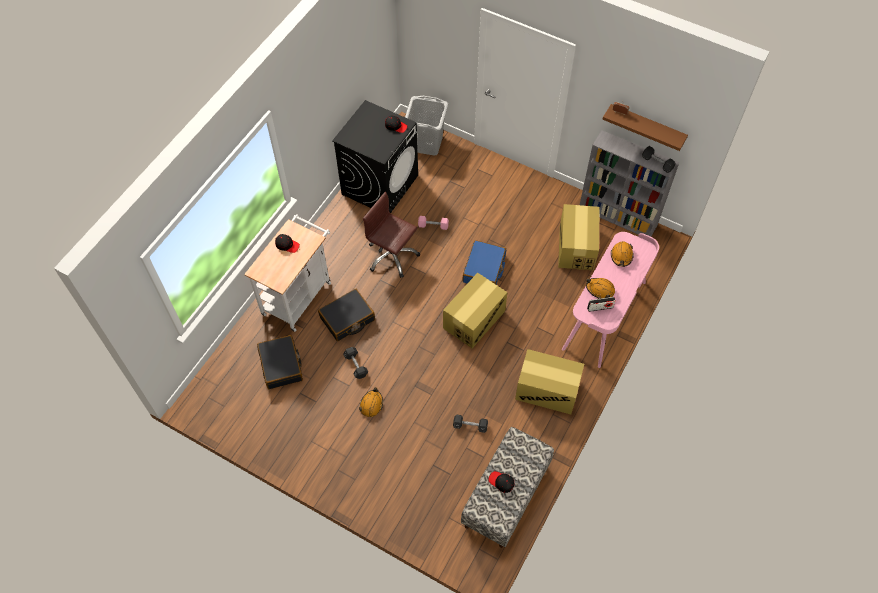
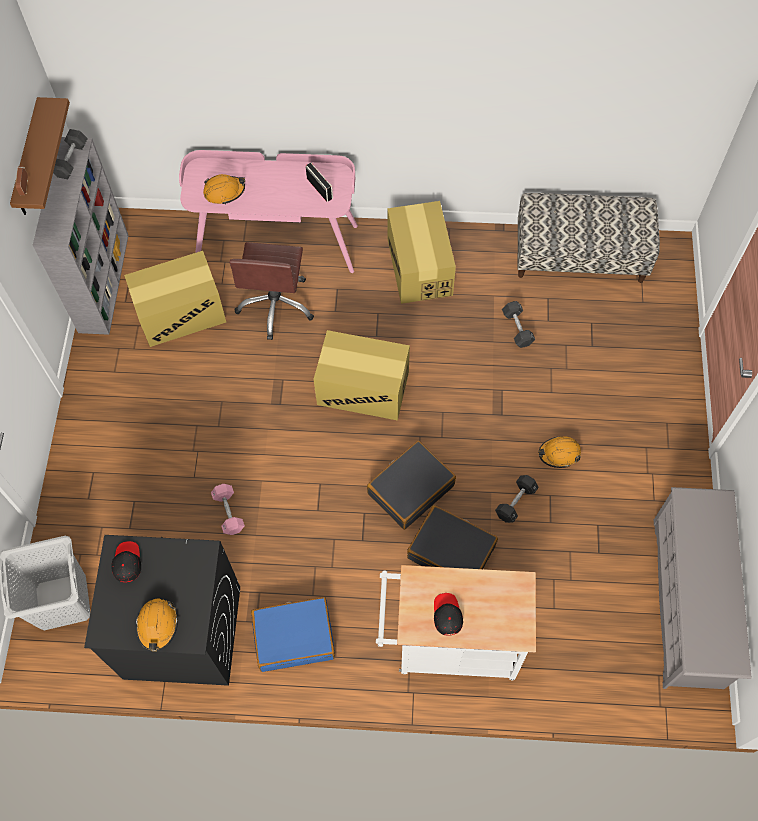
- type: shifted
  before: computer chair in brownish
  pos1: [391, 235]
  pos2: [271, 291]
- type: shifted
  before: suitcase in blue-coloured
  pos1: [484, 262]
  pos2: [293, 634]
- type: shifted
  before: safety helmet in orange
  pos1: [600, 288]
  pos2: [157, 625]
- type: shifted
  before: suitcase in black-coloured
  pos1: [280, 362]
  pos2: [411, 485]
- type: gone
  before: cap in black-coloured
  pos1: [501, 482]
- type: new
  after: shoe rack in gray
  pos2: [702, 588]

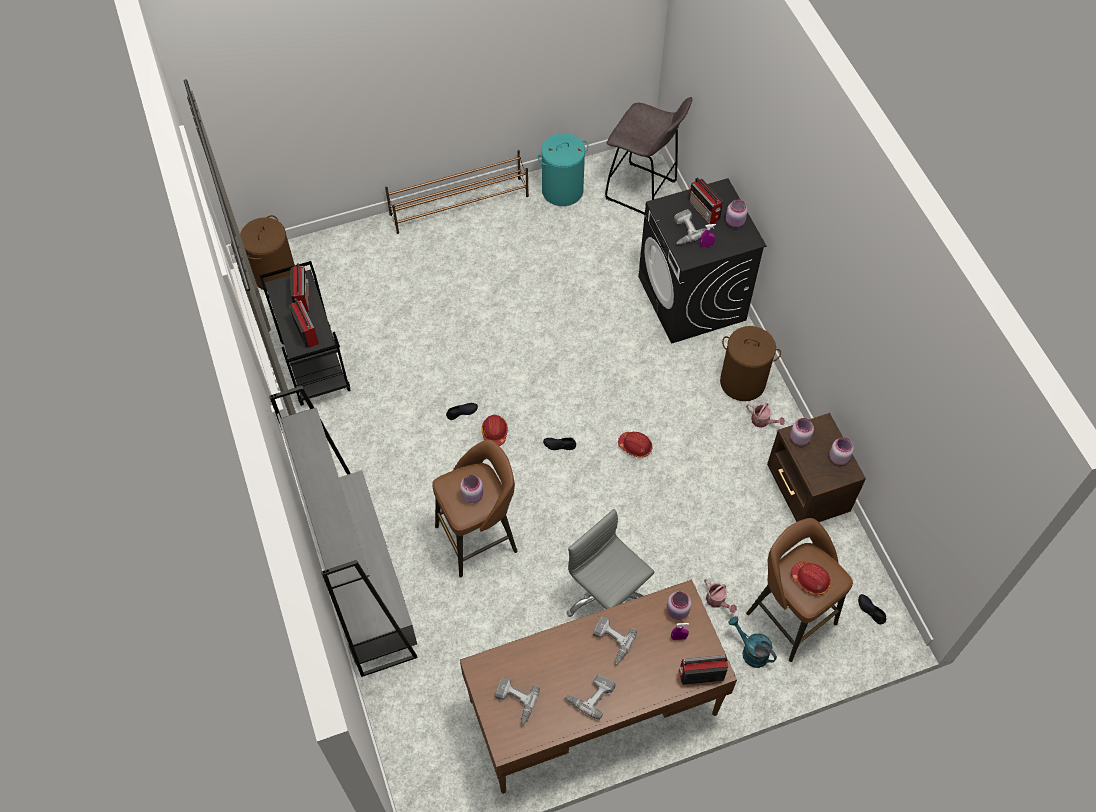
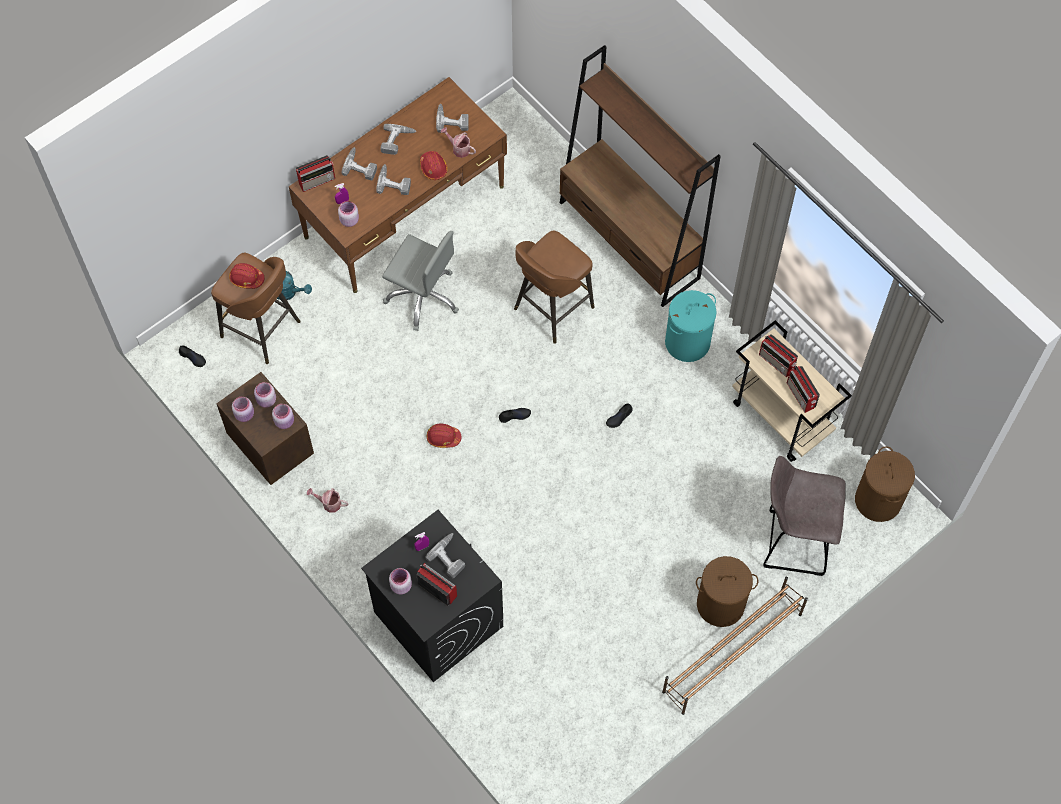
- type: shifted
  before: stool seat in gray
  pos1: [648, 156]
  pos2: [804, 516]
- type: shifted
  before: washing basket in turquoise-coloured
  pos1: [563, 169]
  pos2: [691, 326]
- type: repainted
  before: wheeled cart in black-coloured
  after: wheeled cart in beige-coloured
  pos1: [305, 333]
  pos2: [792, 391]
- type: shifted
  before: washing basket in brownish
  pos1: [750, 363]
  pos2: [727, 591]
- type: repainted
  before: bookcase in gray
  after: bookcase in brownish
  pos1: [343, 531]
  pos2: [640, 176]
- type: shifted
  before: safety helmet in reddish
  pos1: [495, 430]
  pos2: [434, 165]
- type: shifted
  before: storage jar in pink
  pos1: [471, 489]
  pos2: [265, 395]
- type: shifted
  before: watering can
  pos1: [720, 596]
  pos2: [458, 142]
- type: new
  after: electric drill
  pos2: [359, 163]

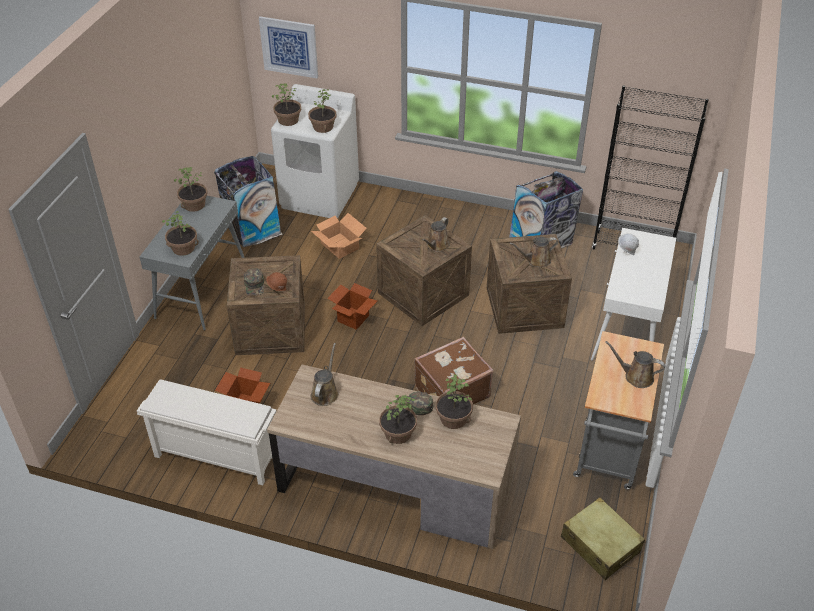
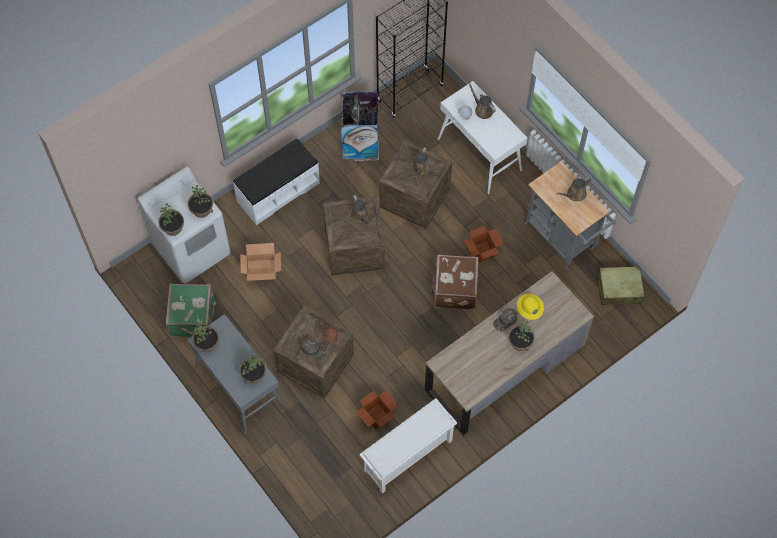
- type: gone
  before: wall picture
  pos1: [288, 47]
- type: swapped
  before: waste bin
  after: suitcase in green
  pos1: [248, 201]
  pos2: [191, 310]
- type: shifted
  before: carton
  pos1: [352, 306]
  pos2: [484, 244]
- type: shifted
  before: watering can in brownish
  pos1: [324, 374]
  pos2: [482, 100]
- type: swapped
  before: plant in a pot
  after: safety helmet in yellowish
  pos1: [454, 401]
  pos2: [530, 307]
- type: new
  after: bench in white-coloured
  pos2: [276, 181]

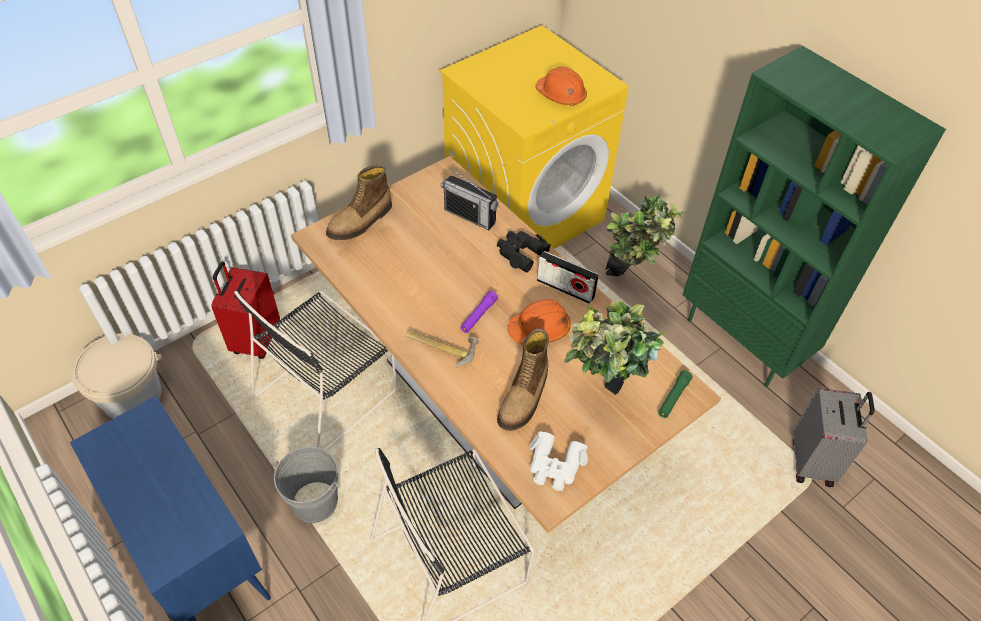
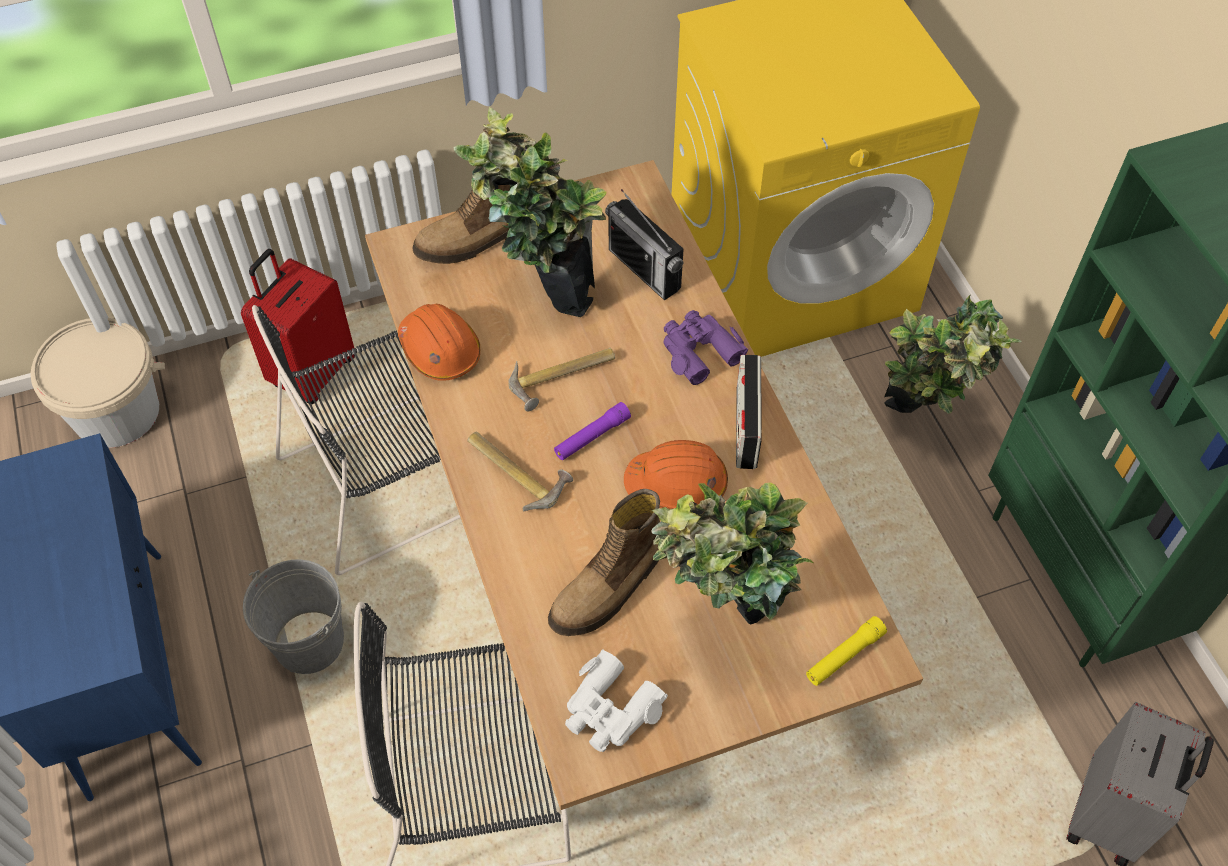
- type: shifted
  before: safety helmet in orange
  pos1: [561, 86]
  pos2: [439, 342]
- type: repainted
  before: field glasses in black-coloured
  after: field glasses in purple
  pos1: [524, 251]
  pos2: [705, 347]
- type: rotated
  before: radio receiver
  pos1: [568, 277]
  pos2: [749, 412]
  turn: 45
- type: repainted
  before: hand torch in green
  after: hand torch in yellowish
  pos1: [675, 394]
  pos2: [846, 651]
- type: new
  after: plant in a pot
  pos2: [529, 212]
- type: new
  after: tool hammer
  pos2: [562, 379]

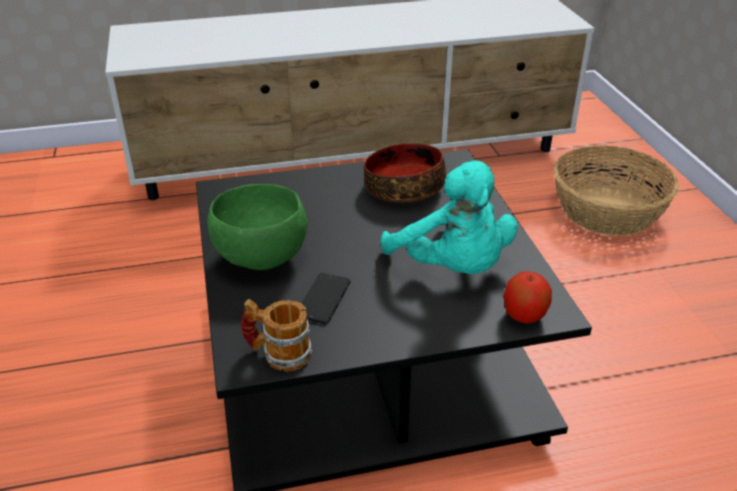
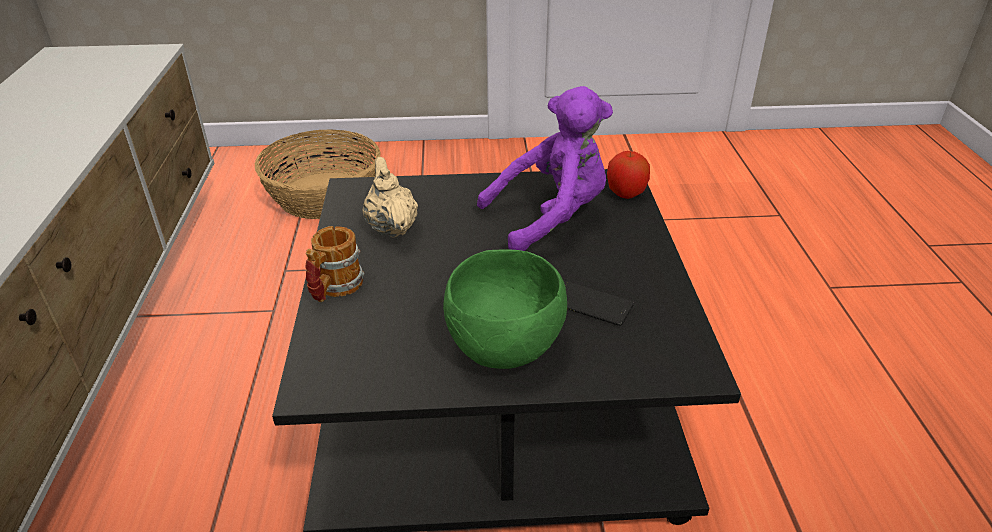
- type: swapped
  before: serving bowl
  after: tea pot in beige-coloured
  pos1: [405, 172]
  pos2: [390, 197]
- type: repainted
  before: cuddly toy in turquoise-coloured
  after: cuddly toy in purple
  pos1: [449, 217]
  pos2: [545, 168]
- type: shifted
  before: coffee mug
  pos1: [276, 335]
  pos2: [334, 264]

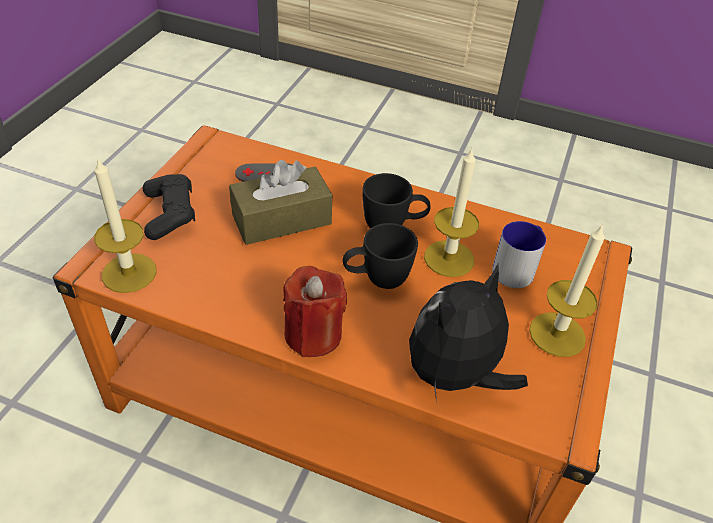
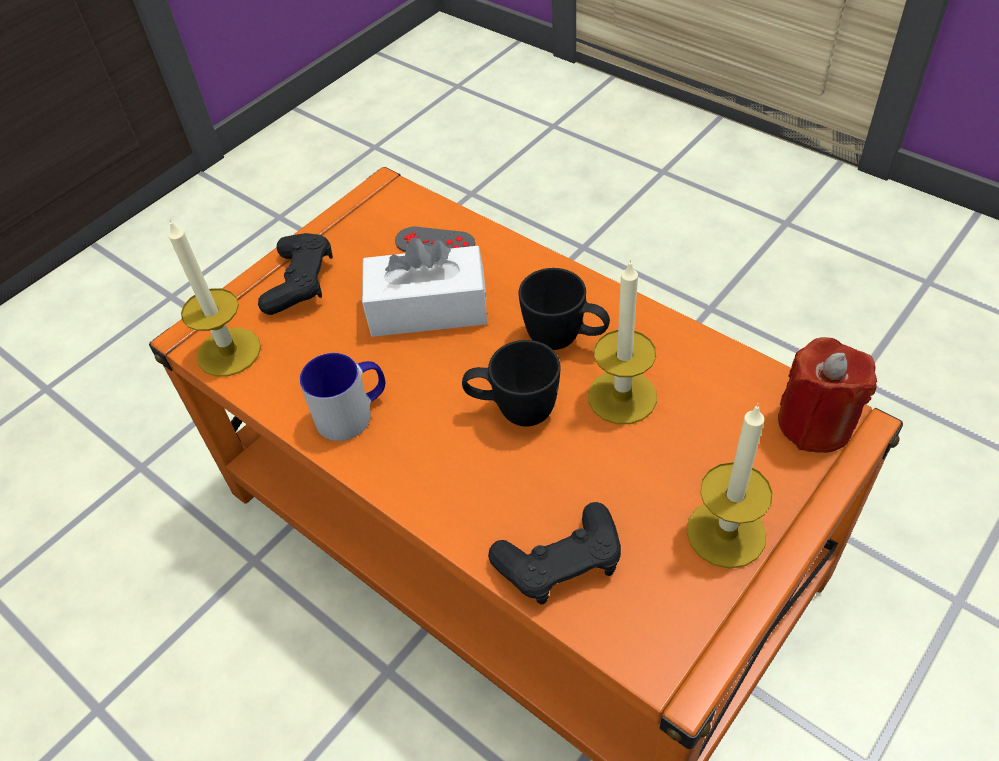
- type: repainted
  before: box of tissues in brownish
  after: box of tissues in white-coloured
  pos1: [280, 202]
  pos2: [424, 287]
- type: shifted
  before: coffee mug
  pos1: [519, 254]
  pos2: [342, 397]
- type: swapped
  before: cuddly toy
  after: game controller in black-coloured
  pos1: [468, 334]
  pos2: [554, 553]
- type: shifted
  before: candle in reddish
  pos1: [315, 311]
  pos2: [827, 395]

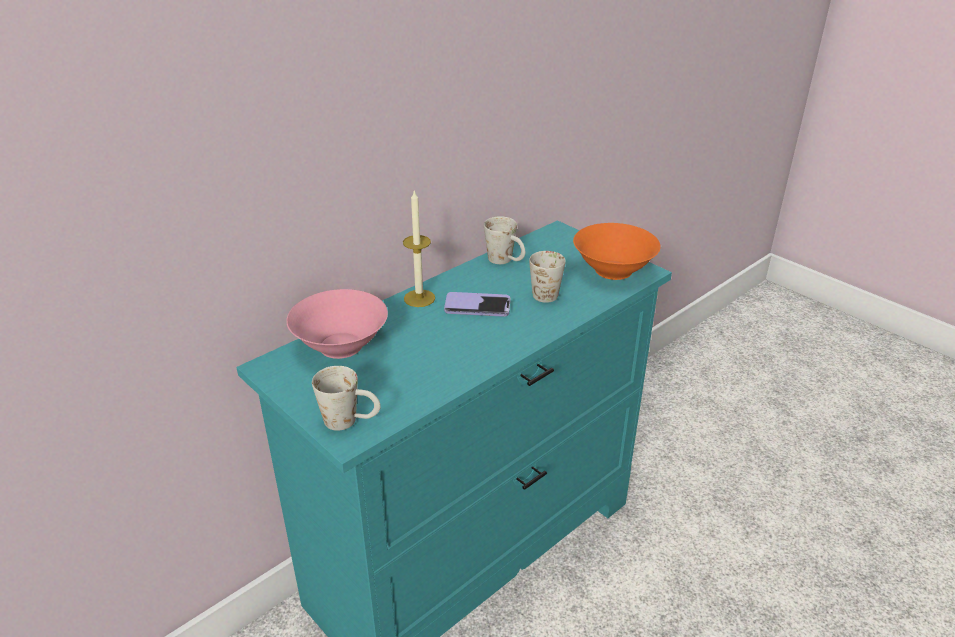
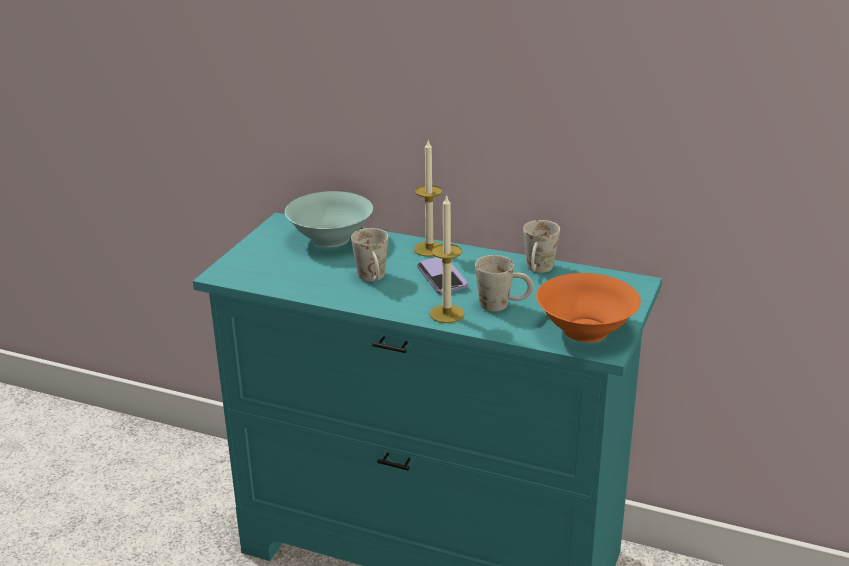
- type: repainted
  before: serving bowl in pink
  after: serving bowl in turquoise-coloured
  pos1: [337, 324]
  pos2: [329, 219]
- type: shifted
  before: coffee mug in white-coloured
  pos1: [346, 398]
  pos2: [369, 254]
- type: new
  after: candle
  pos2: [447, 258]

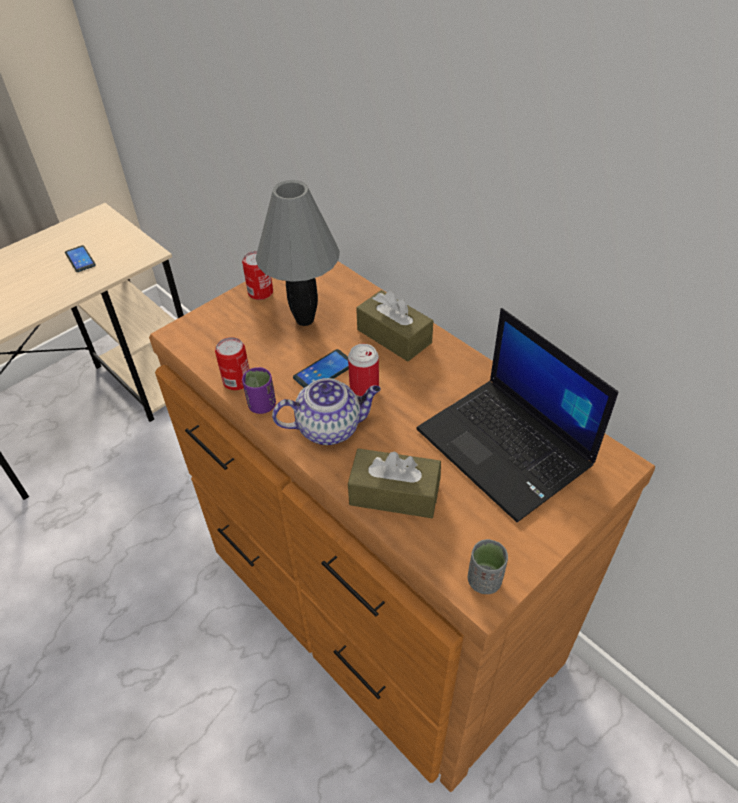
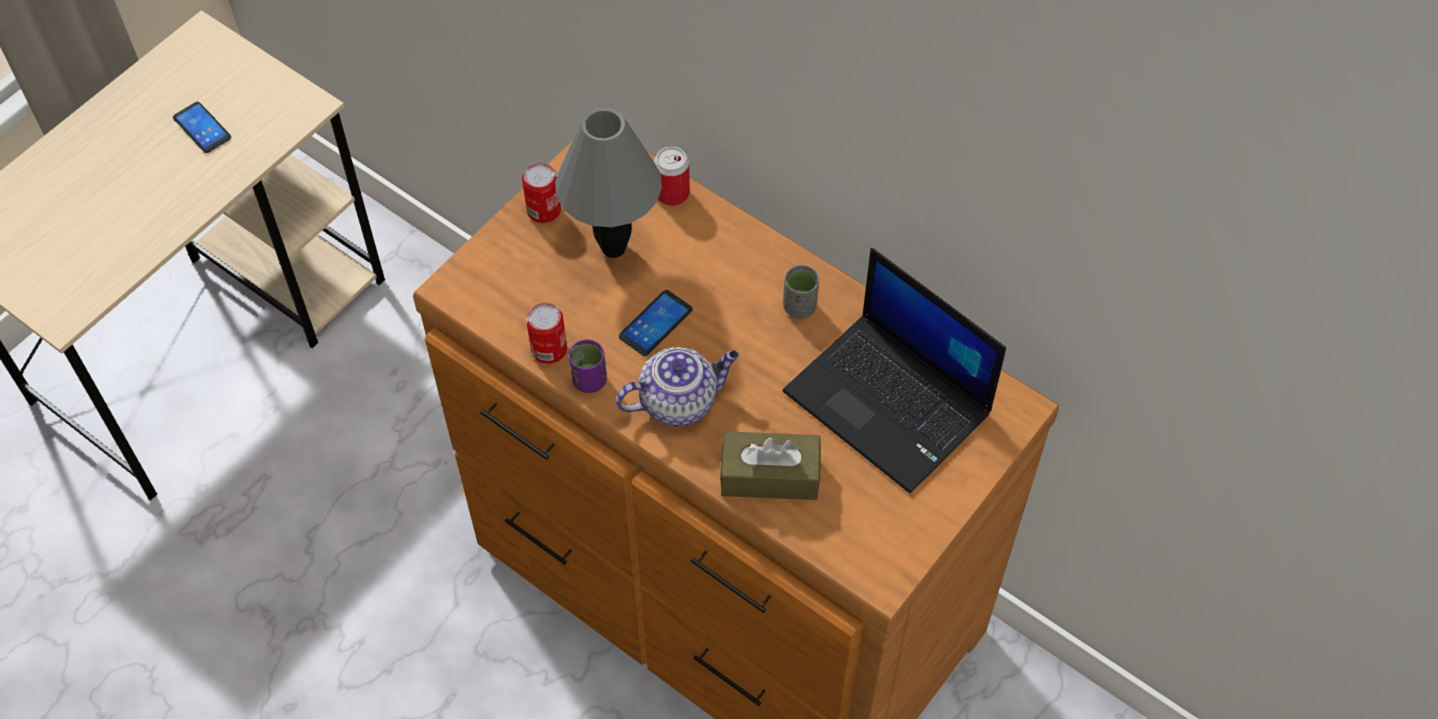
- type: gone
  before: box of tissues in brownish
  pos1: [394, 326]
- type: shifted
  before: sealed can
  pos1: [363, 370]
  pos2: [672, 176]
- type: shifted
  before: cup in gray
  pos1: [488, 566]
  pos2: [801, 291]

